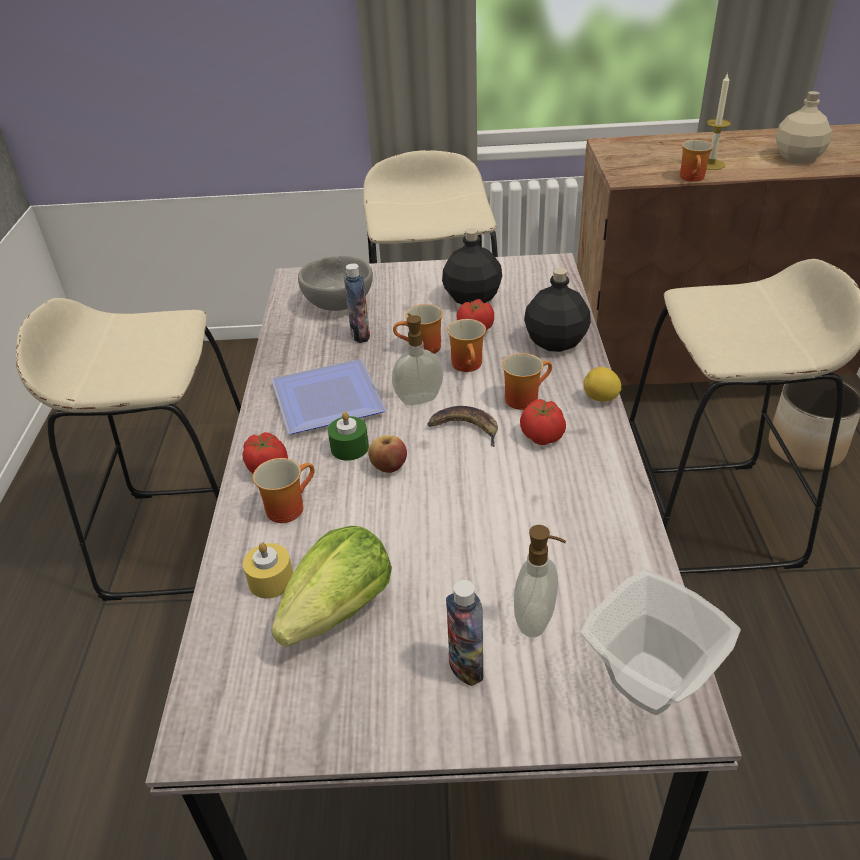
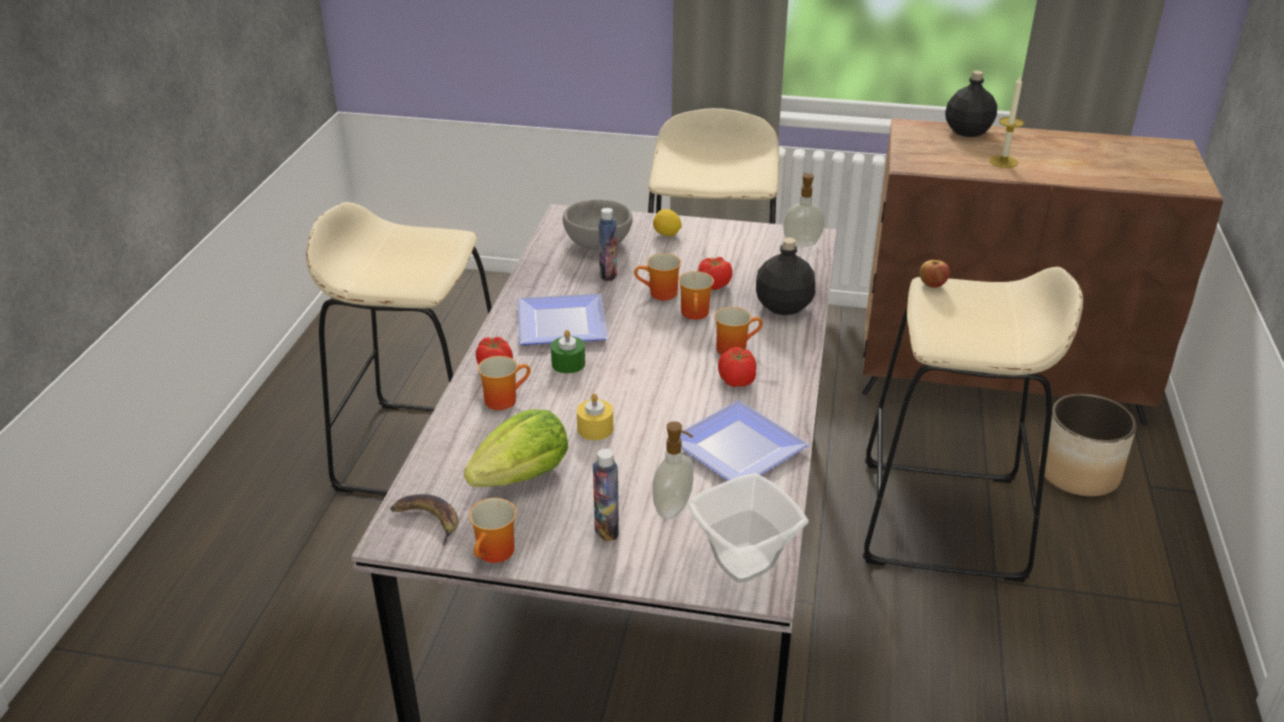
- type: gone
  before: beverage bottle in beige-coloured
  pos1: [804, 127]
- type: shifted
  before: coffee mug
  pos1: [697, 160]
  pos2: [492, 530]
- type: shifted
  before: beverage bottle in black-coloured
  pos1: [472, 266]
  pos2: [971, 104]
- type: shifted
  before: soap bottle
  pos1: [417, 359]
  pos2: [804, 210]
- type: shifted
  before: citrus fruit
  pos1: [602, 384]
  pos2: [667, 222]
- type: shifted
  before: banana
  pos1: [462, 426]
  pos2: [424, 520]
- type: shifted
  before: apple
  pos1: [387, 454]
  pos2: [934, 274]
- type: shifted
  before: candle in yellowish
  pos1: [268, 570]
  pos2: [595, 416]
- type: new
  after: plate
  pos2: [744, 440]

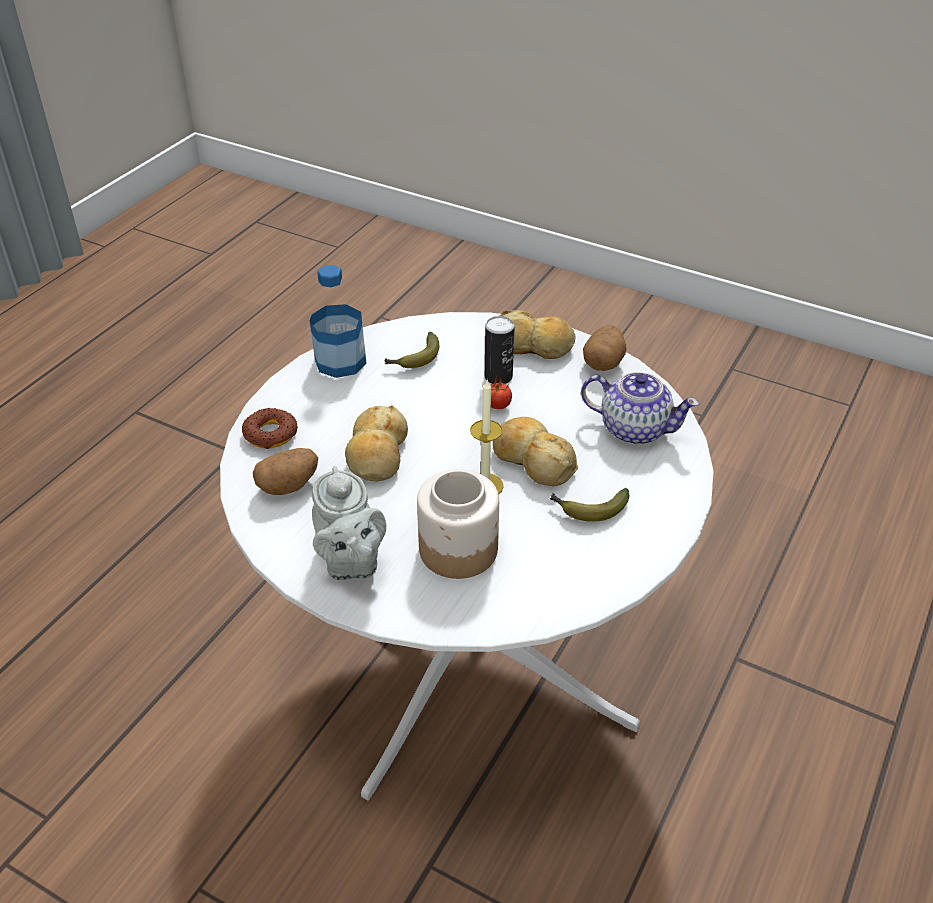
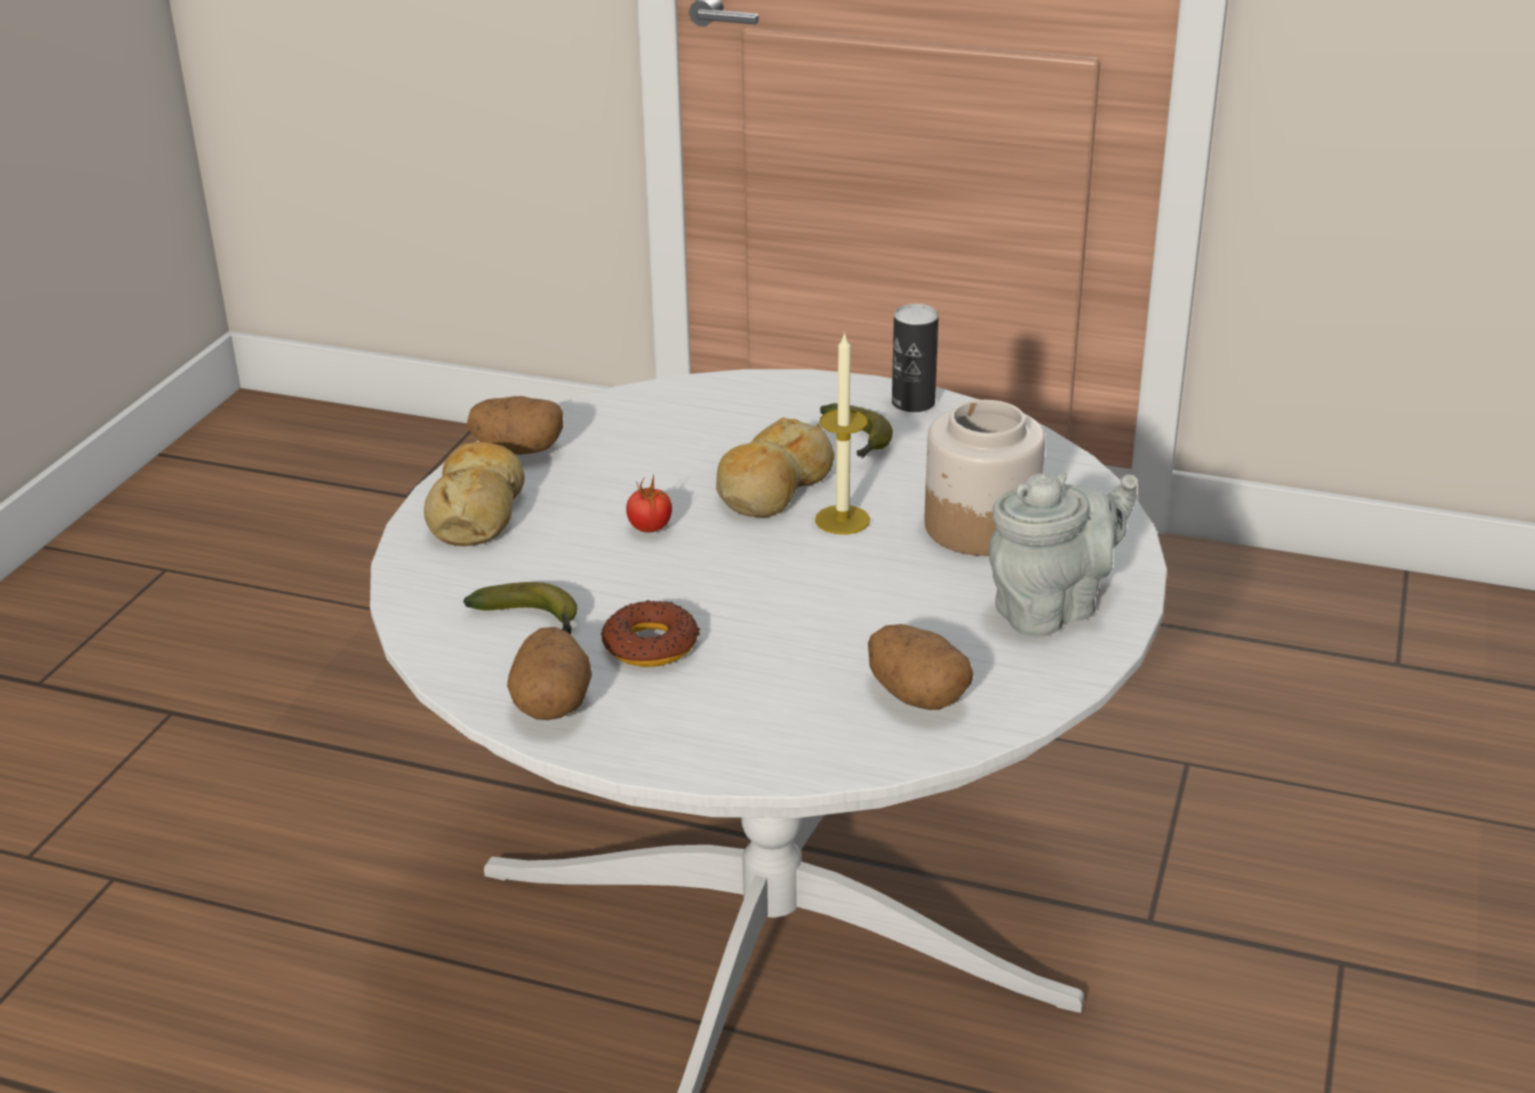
- type: swapped
  before: beverage bottle
  after: whole potato
  pos1: [338, 321]
  pos2: [549, 673]
- type: shifted
  before: sealed can
  pos1: [500, 350]
  pos2: [915, 358]
- type: gone
  before: tea pot
  pos1: [640, 408]
- type: gone
  before: baked bread
  pos1: [376, 443]
- type: shifted
  before: donut
  pos1: [270, 428]
  pos2: [650, 633]

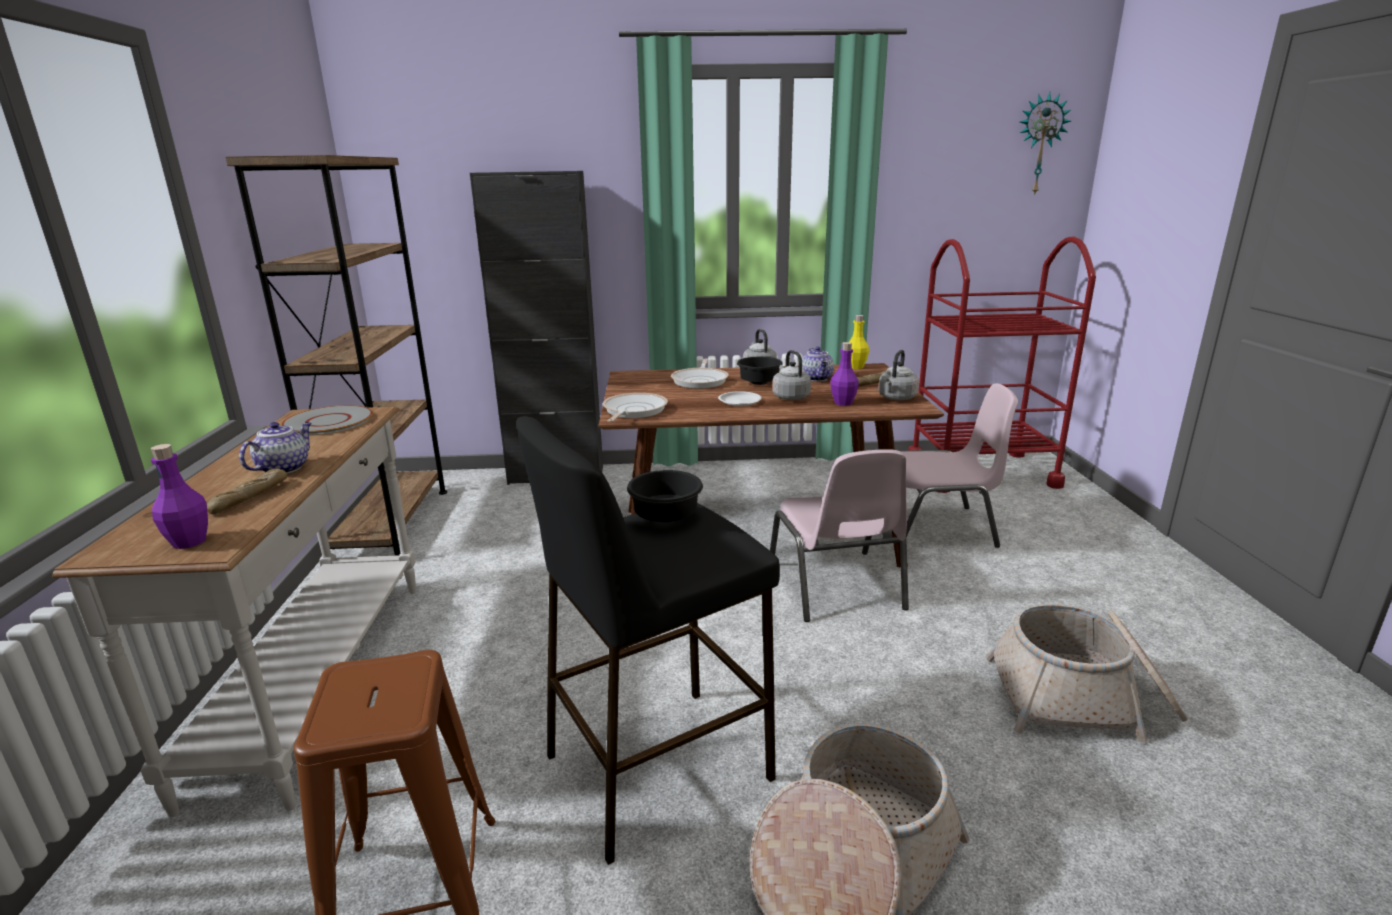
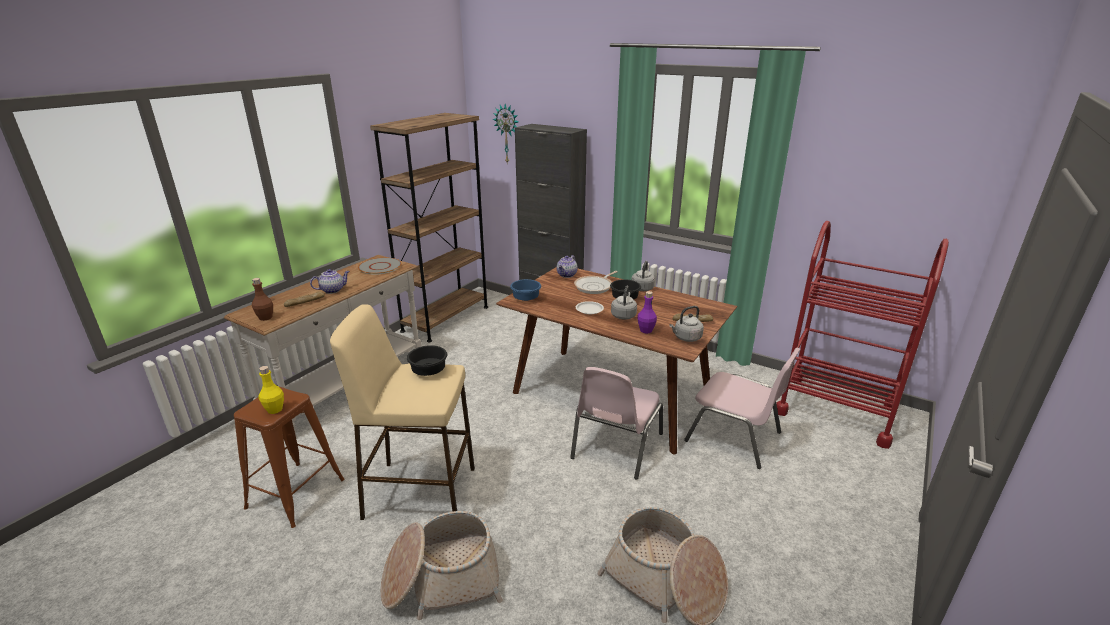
- type: shifted
  before: clock on the wall
  pos1: [1045, 144]
  pos2: [505, 133]
- type: shifted
  before: beverage bottle in yellowish
  pos1: [859, 342]
  pos2: [271, 390]
- type: shifted
  before: tea pot
  pos1: [818, 364]
  pos2: [567, 266]
- type: swapped
  before: frying pan
  after: serving bowl in blue-coloured
  pos1: [635, 407]
  pos2: [525, 290]
- type: repainted
  before: stool seat in black-coloured
  after: stool seat in beige-coloured
  pos1: [648, 640]
  pos2: [402, 412]
- type: repainted
  before: beverage bottle in purple
  after: beverage bottle in brownish
  pos1: [179, 496]
  pos2: [262, 299]

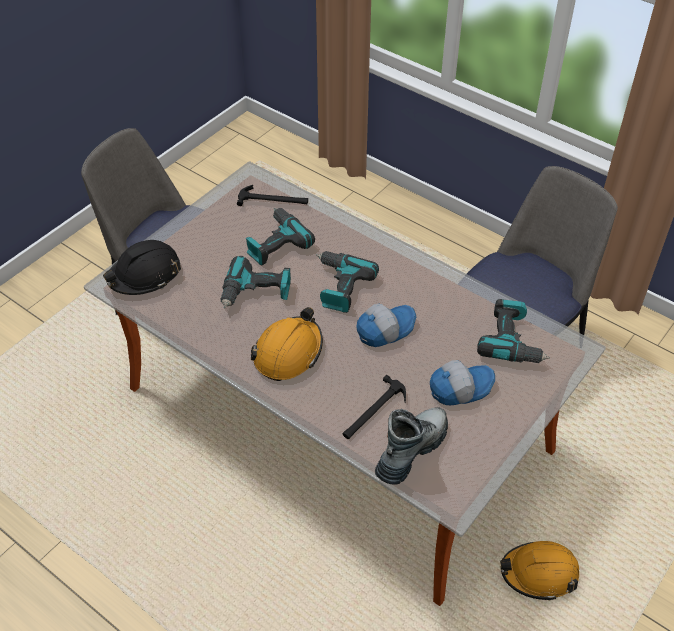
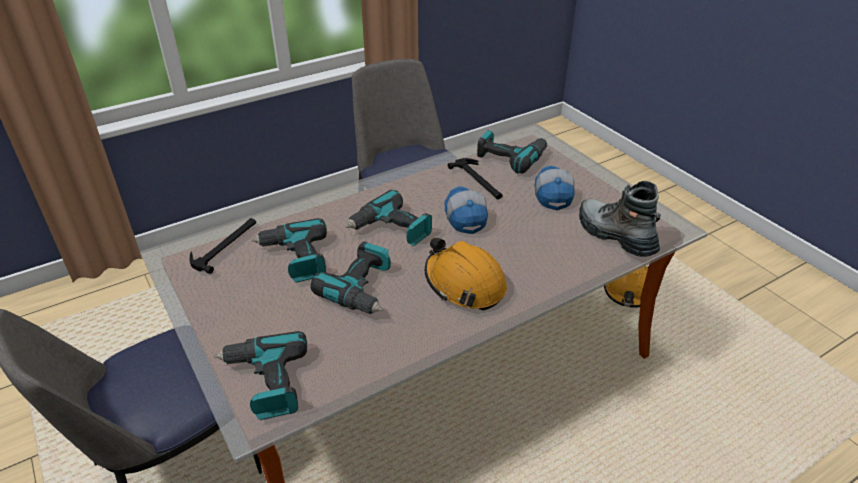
- type: swapped
  before: safety helmet in black-coloured
  after: electric drill
  pos1: [142, 267]
  pos2: [260, 375]
- type: shifted
  before: tool hammer
  pos1: [374, 407]
  pos2: [475, 178]

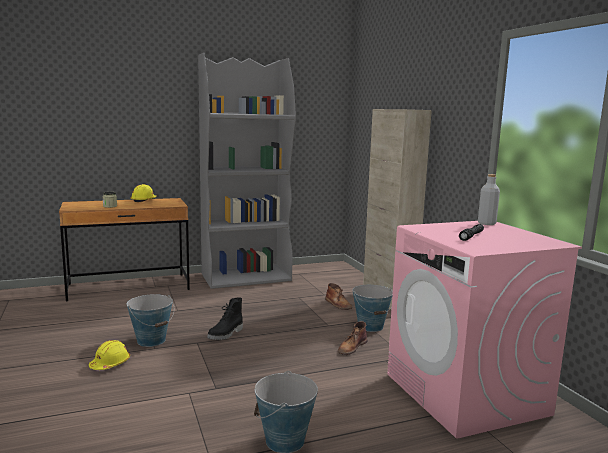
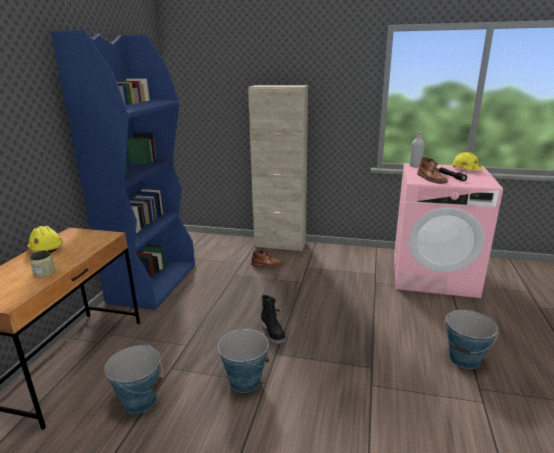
- type: repainted
  before: bookcase in gray
  after: bookcase in blue-coloured
  pos1: [247, 171]
  pos2: [123, 170]
- type: shifted
  before: water bucket
  pos1: [373, 308]
  pos2: [133, 379]
- type: shifted
  before: tall boot in brownish
  pos1: [353, 338]
  pos2: [432, 170]
- type: shifted
  before: safety helmet in yellowish
  pos1: [109, 355]
  pos2: [466, 161]

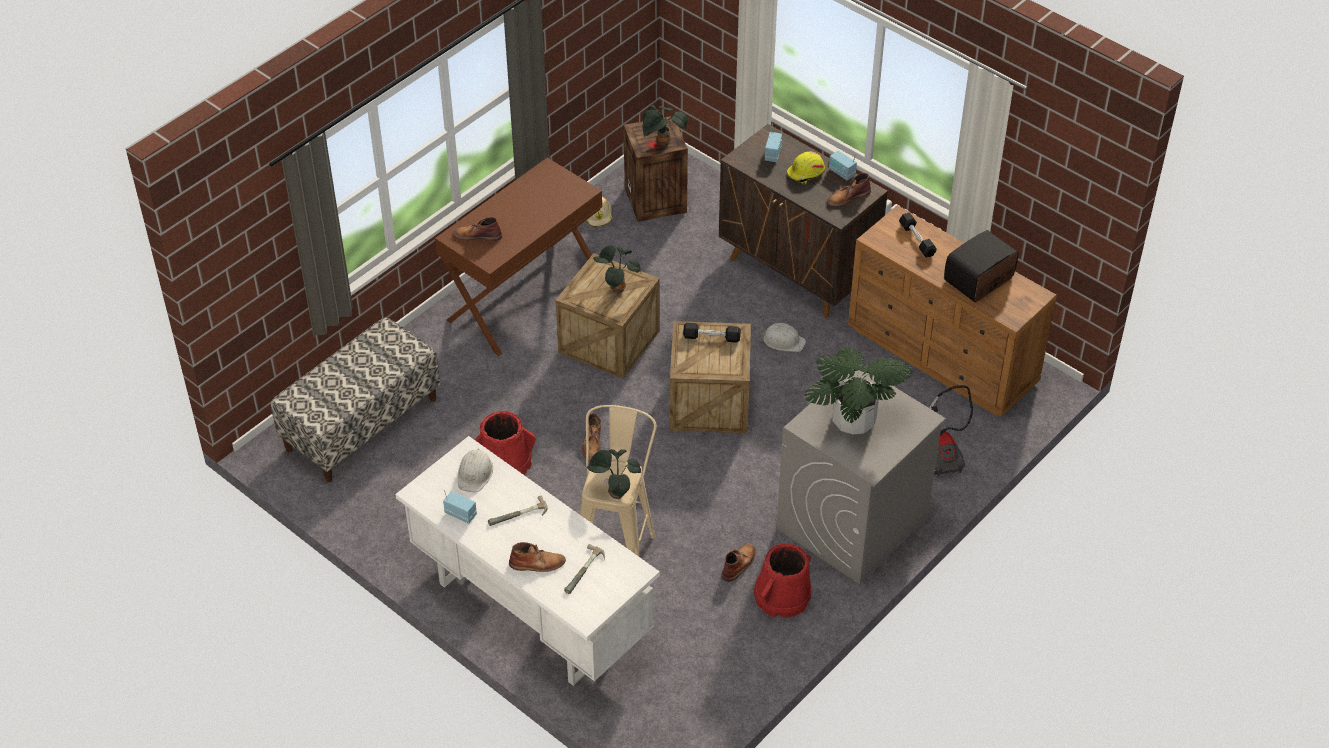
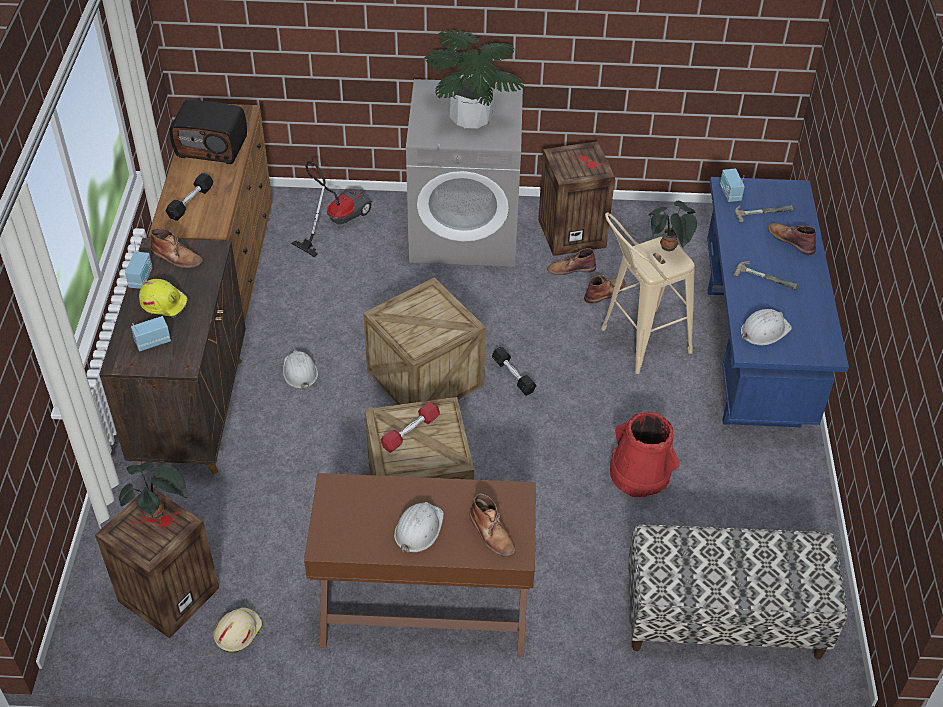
- type: swapped
  before: plant in a pot
  after: free weight in reddish
  pos1: [617, 269]
  pos2: [410, 427]
- type: shifted
  before: free weight in black-coloured
  pos1: [712, 333]
  pos2: [514, 371]
- type: shifted
  before: tall boot in brownish
  pos1: [591, 437]
  pos2: [604, 289]
- type: repainted
  before: desk table in white-coloured
  after: desk table in blue-coloured
  pos1: [527, 561]
  pos2: [778, 302]
- type: shifted
  before: radio receiver
  pos1: [460, 507]
  pos2: [732, 185]
- type: swapped
  before: water bucket in reddish
  after: shipping crate
  pos1: [782, 581]
  pos2: [576, 198]
- type: new
  after: safety helmet in white-coloured
  pos2: [419, 527]

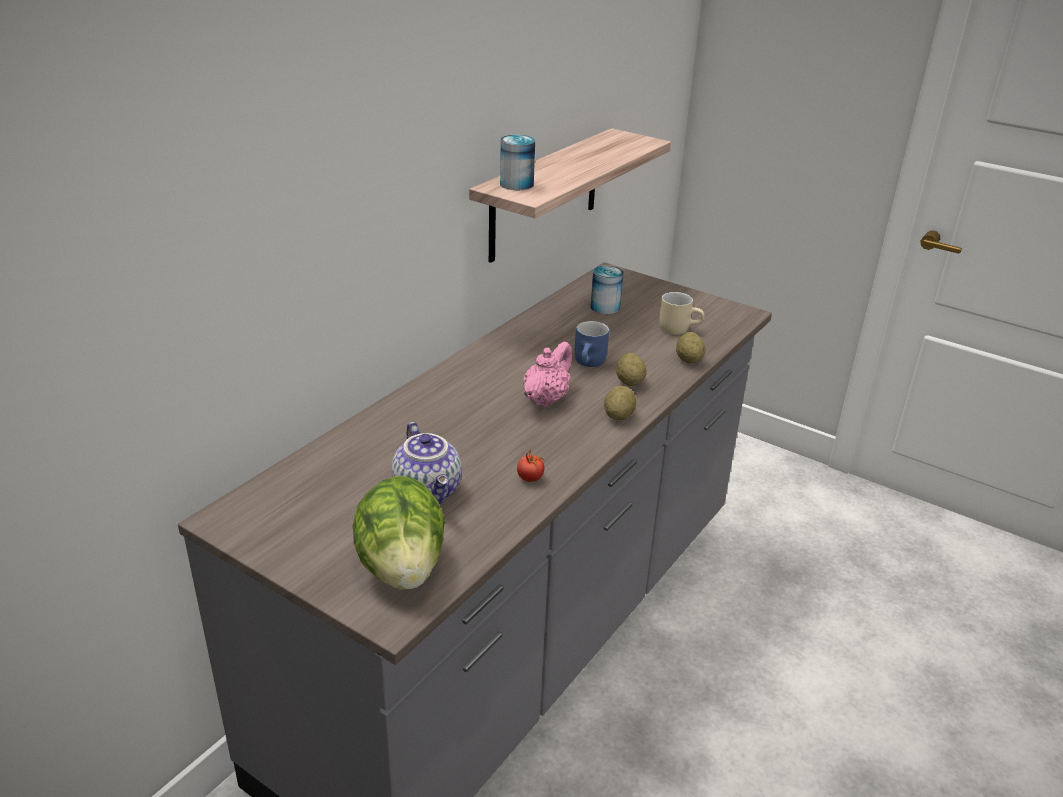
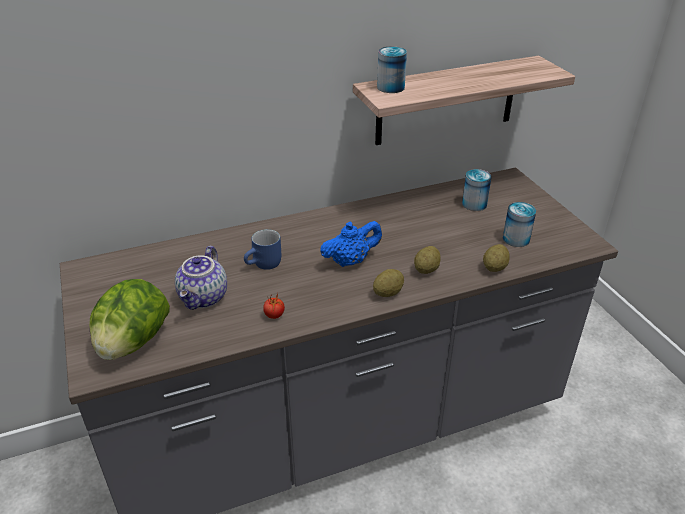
- type: swapped
  before: coffee mug in beige-coloured
  after: sealed can
  pos1: [682, 313]
  pos2: [519, 224]
- type: shifted
  before: coffee mug in blue-coloured
  pos1: [592, 344]
  pos2: [262, 249]
- type: repainted
  before: tea pot in pink
  after: tea pot in blue-coloured
  pos1: [547, 374]
  pos2: [351, 244]

